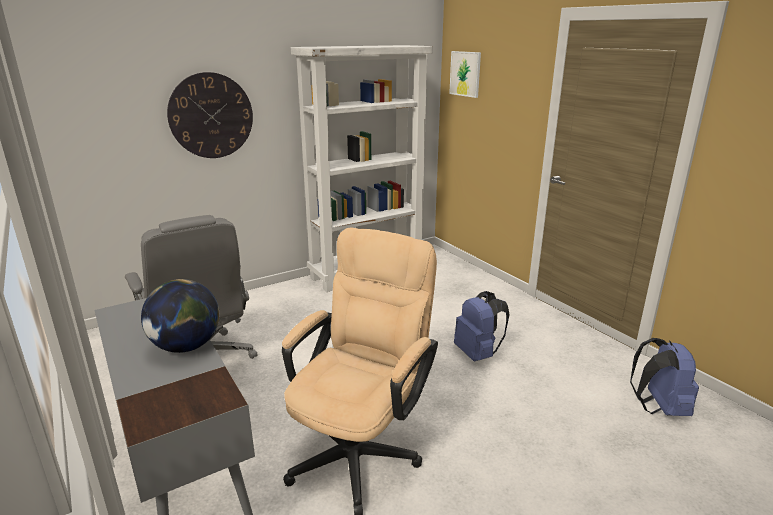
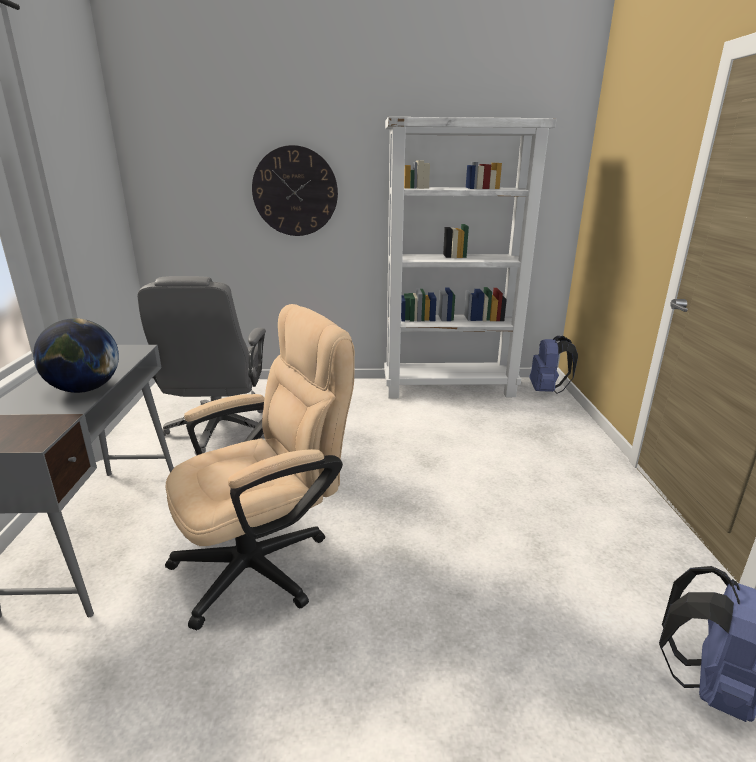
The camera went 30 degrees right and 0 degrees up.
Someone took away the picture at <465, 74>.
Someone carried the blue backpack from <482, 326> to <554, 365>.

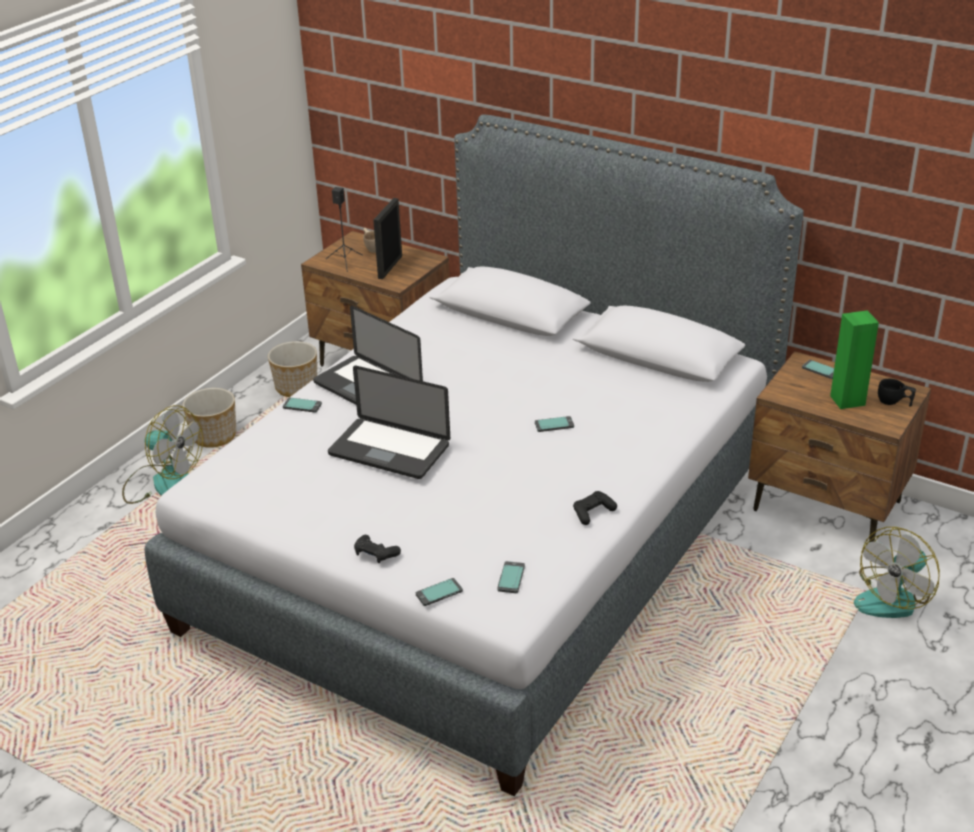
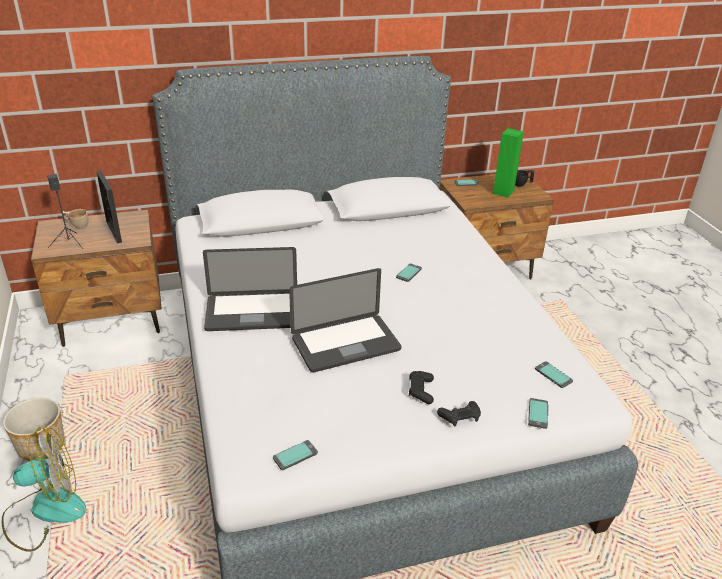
The camera went 50 degrees left and 0 degrees up.
Someone took away the planter at <292, 369>.
Someone carried the phone from <302, 405> to <295, 455>.
Someone carried the black game controller from <595, 508> to <421, 387>.
Someone took away the fan at <897, 572>.

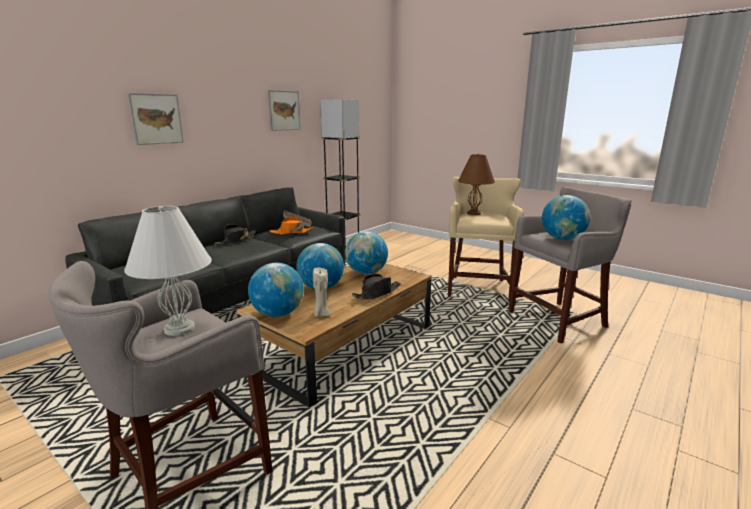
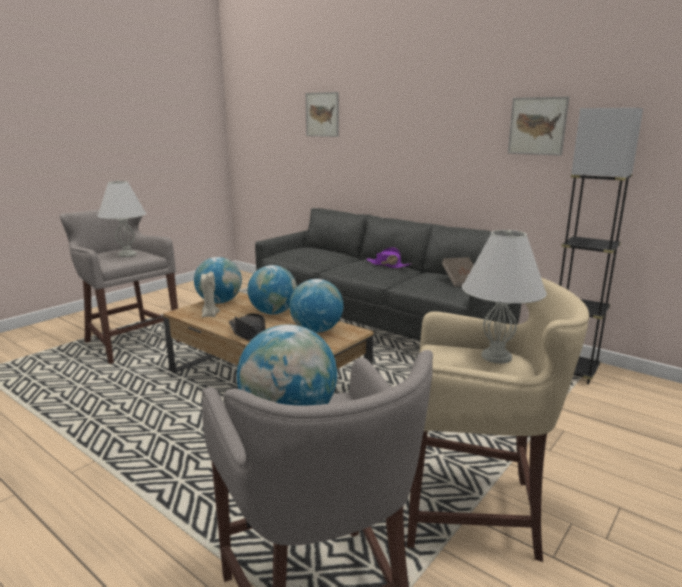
The camera went 90 degrees right and 0 degrees up.
Someone carried the picture from <156, 119> to <322, 114>.
Someone repainted the brown table lamp at <476, 184>, which became the white table lamp at <504, 297>.
Someone took away the orange hat at <291, 225>.
Someone repainted the black hat at <235, 234>, which became the purple hat at <389, 257>.

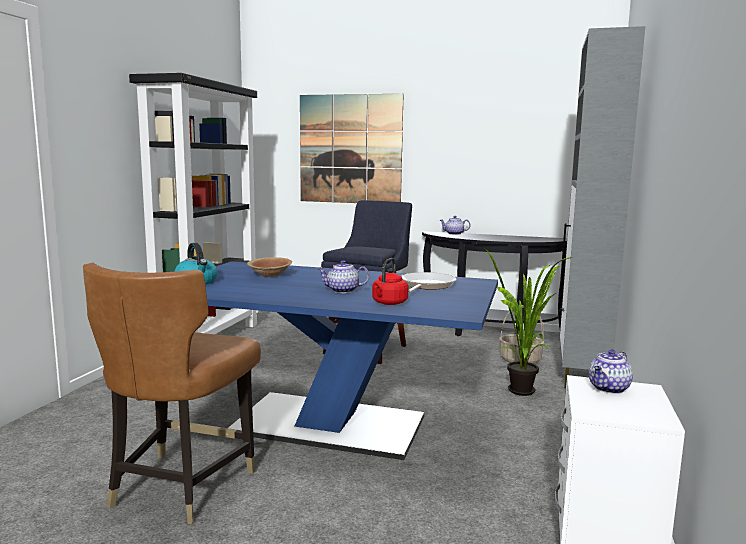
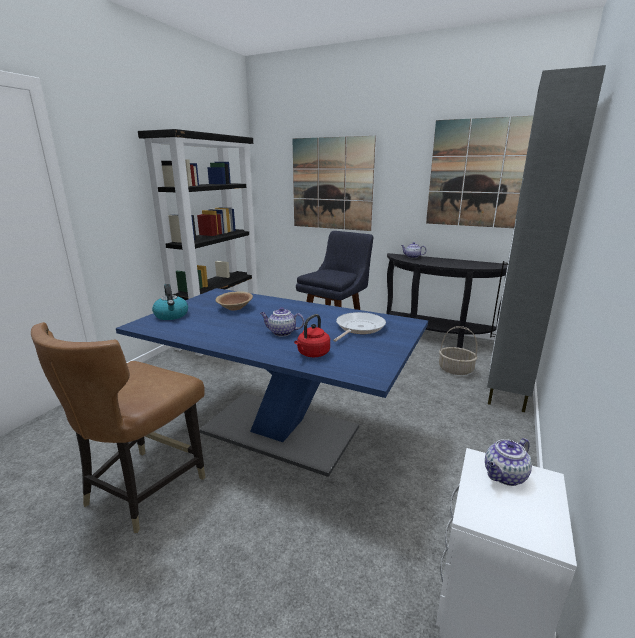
The camera went 10 degrees right and 10 degrees up.
Someone took away the potted plant at <528, 322>.
Someone put up the picture at <479, 172>.

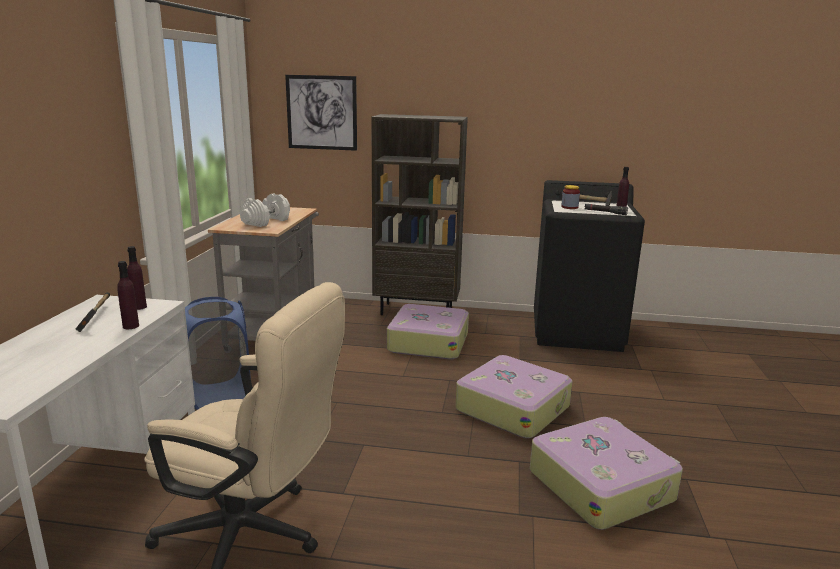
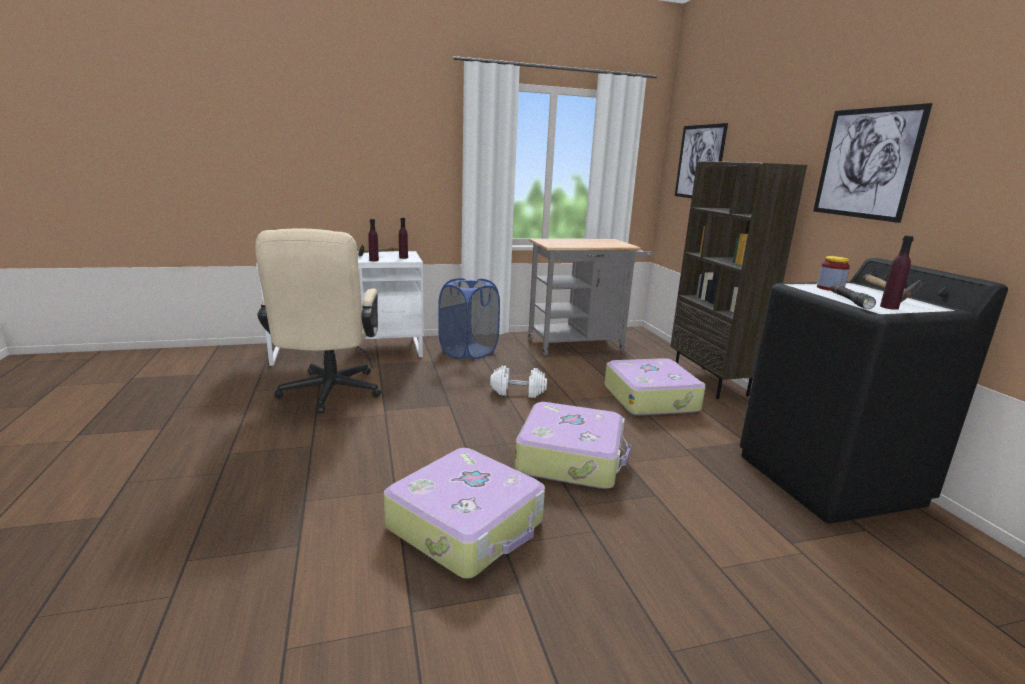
The camera went 65 degrees right and 0 degrees up.
Someone carried the white dumbbell from <265, 210> to <518, 382>.
Someone put up the picture at <873, 163>.

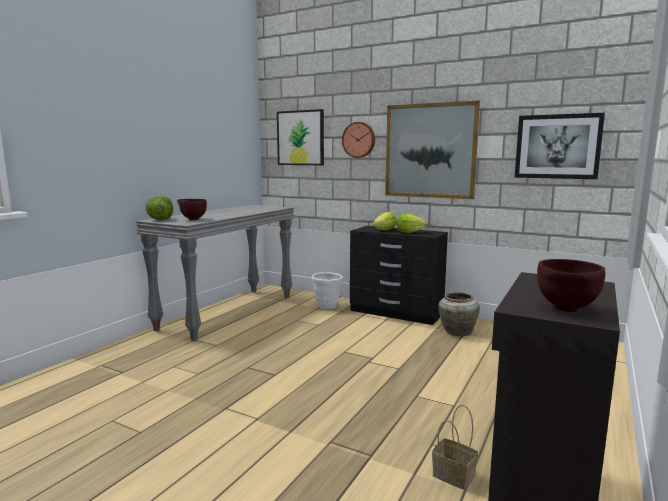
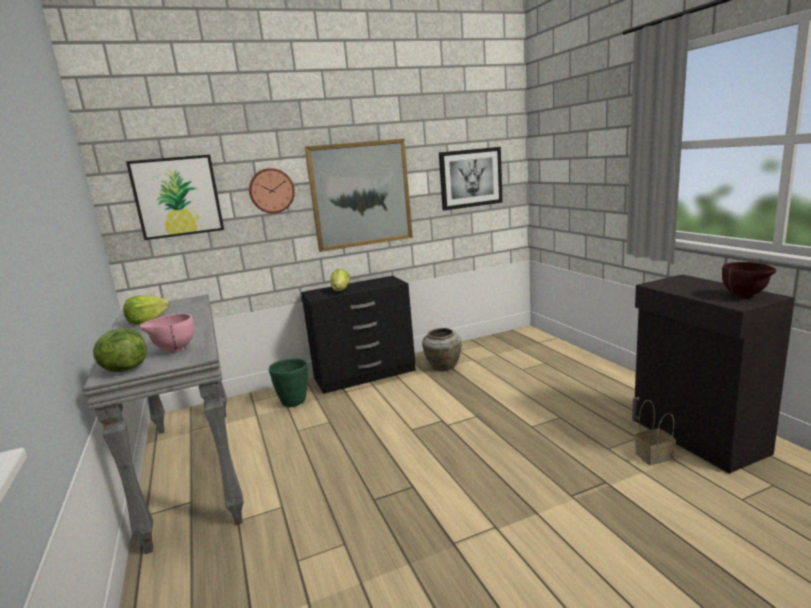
The camera went 50 degrees left and 5 degrees up.
Someone repainted the brown bowl at <192, 209>, which became the pink bowl at <167, 333>.
Someone carried the lettuce from <412, 223> to <146, 310>.
Someone repainted the white planter at <327, 290>, which became the green planter at <288, 382>.

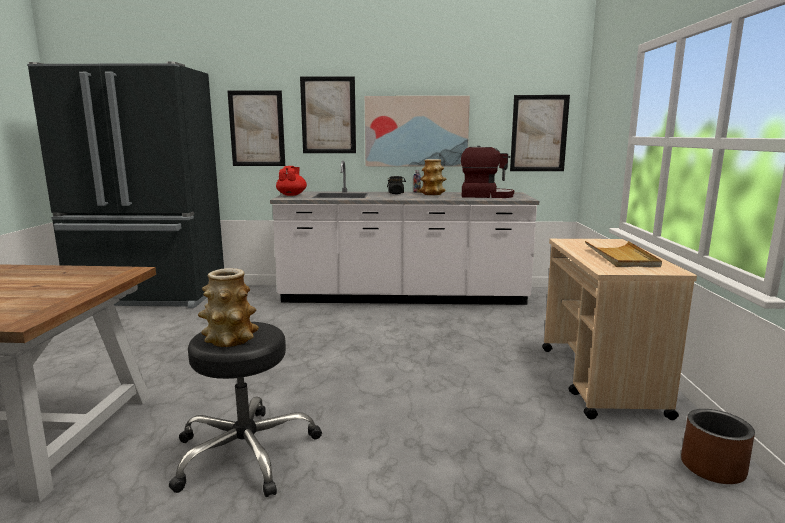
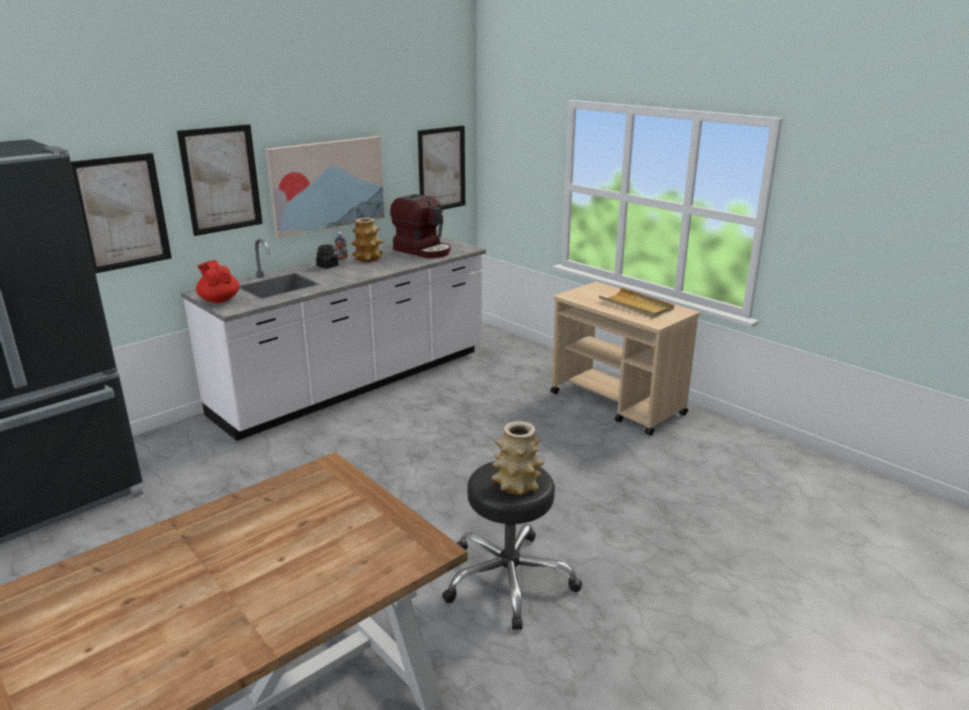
The camera went 45 degrees left and 10 degrees up.
Someone rotated the coffee machine at <487, 172> by 75 degrees clockwise.
Someone took away the brown planter at <718, 446>.

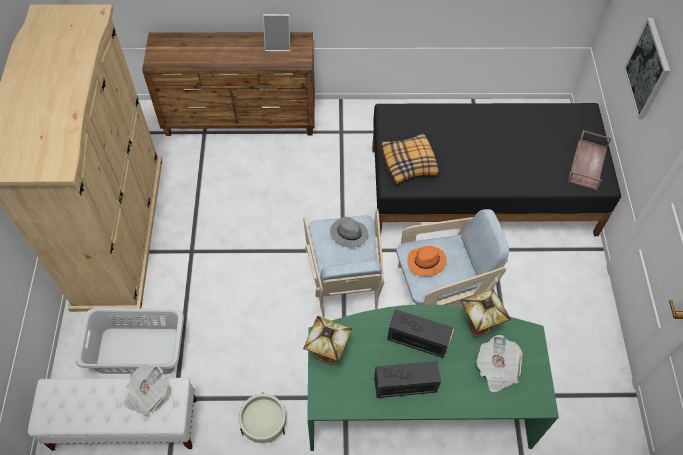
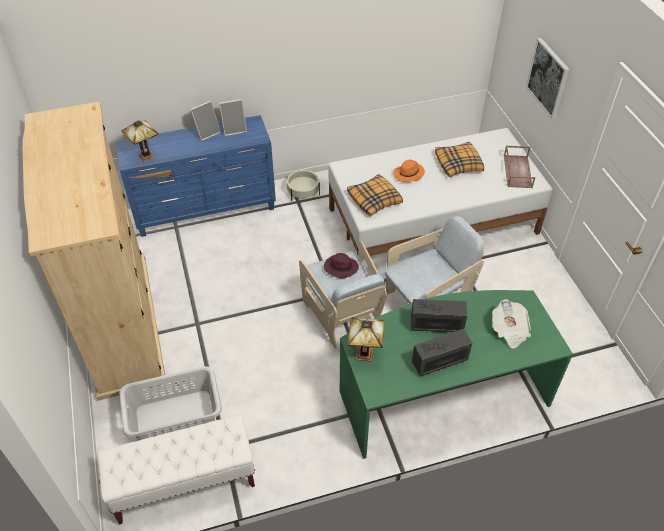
The camera went 15 degrees left and 10 degrees down.
Someone repainted the brown dresser at <228, 84>, which became the blue dresser at <195, 176>.
Someone repainted the black bed at <496, 170>, which became the white bed at <441, 192>.
Someone repainted the grey hat at <349, 232>, which became the purple hat at <341, 265>.
Someone carried the orange hat from <427, 261> to <409, 171>.
Someone carried the table lamp from <485, 313> to <140, 141>.
Someone took away the newspaper at <145, 390>.
Someone carried the beige planter from <262, 417> to <303, 185>.
Someone put down the picture frame at <205, 121>.
Someone put down the pillow at <459, 159>.

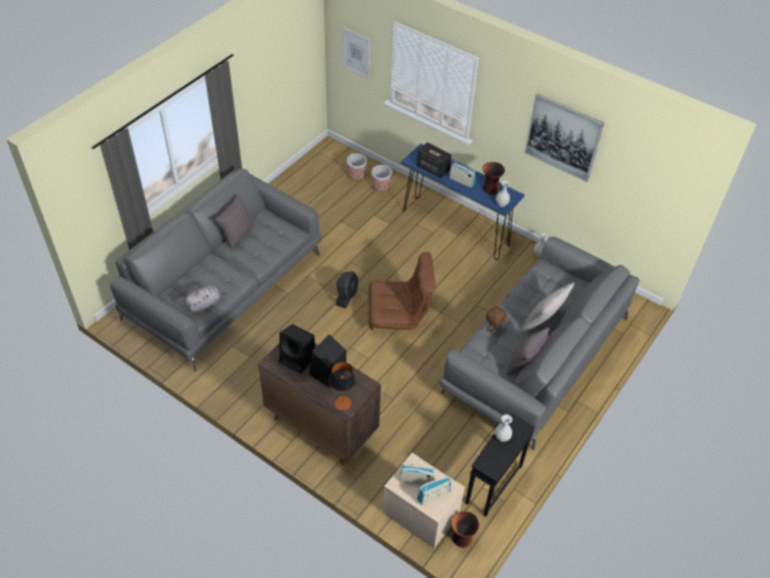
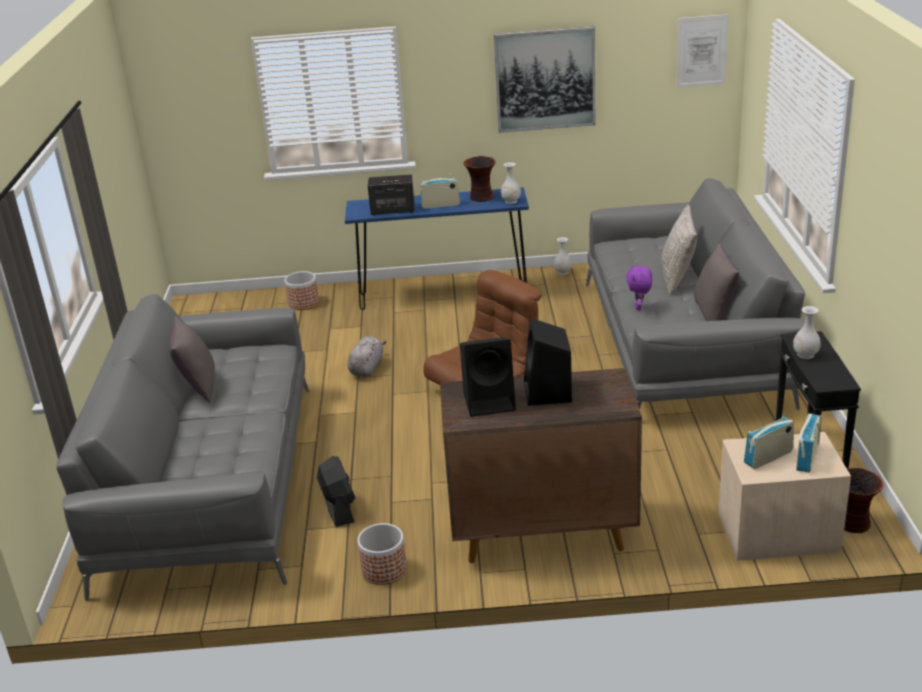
The camera went 35 degrees left and 20 degrees down.
Someone carried the picture from <356, 53> to <702, 51>.
Someone carried the planter from <357, 166> to <382, 554>.
Someone carried the black fan from <347, 290> to <336, 491>.
Someone carried the grey plush toy from <206, 299> to <367, 356>.
Someone repainted the brown plush toy at <496, 318>, which became the purple plush toy at <639, 287>.
Someone took away the table lamp at <342, 386>.

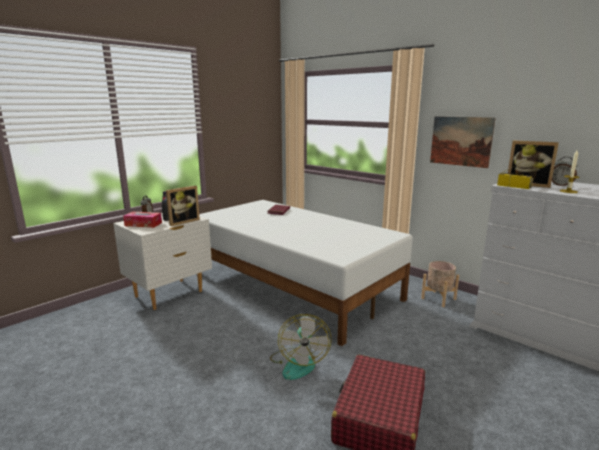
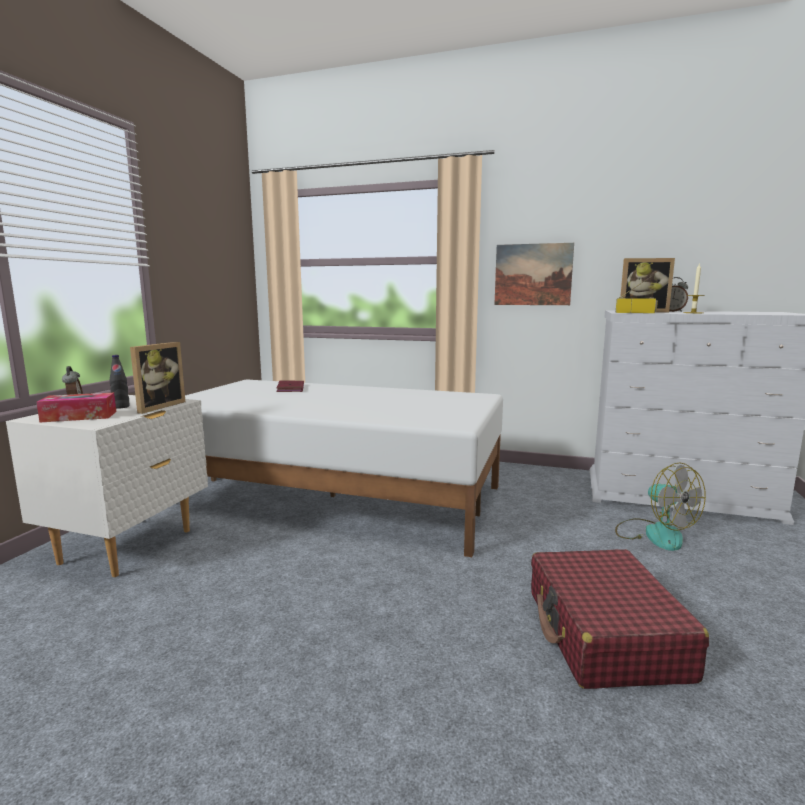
The camera went 25 degrees left and 5 degrees down.
Someone took away the beige planter at <440, 284>.
Someone carried the fan from <300, 347> to <660, 507>.

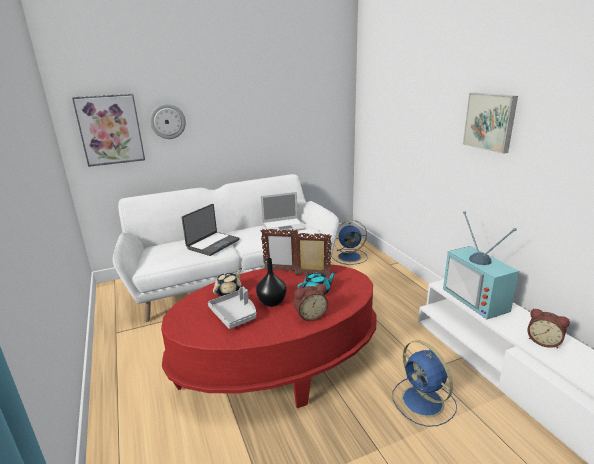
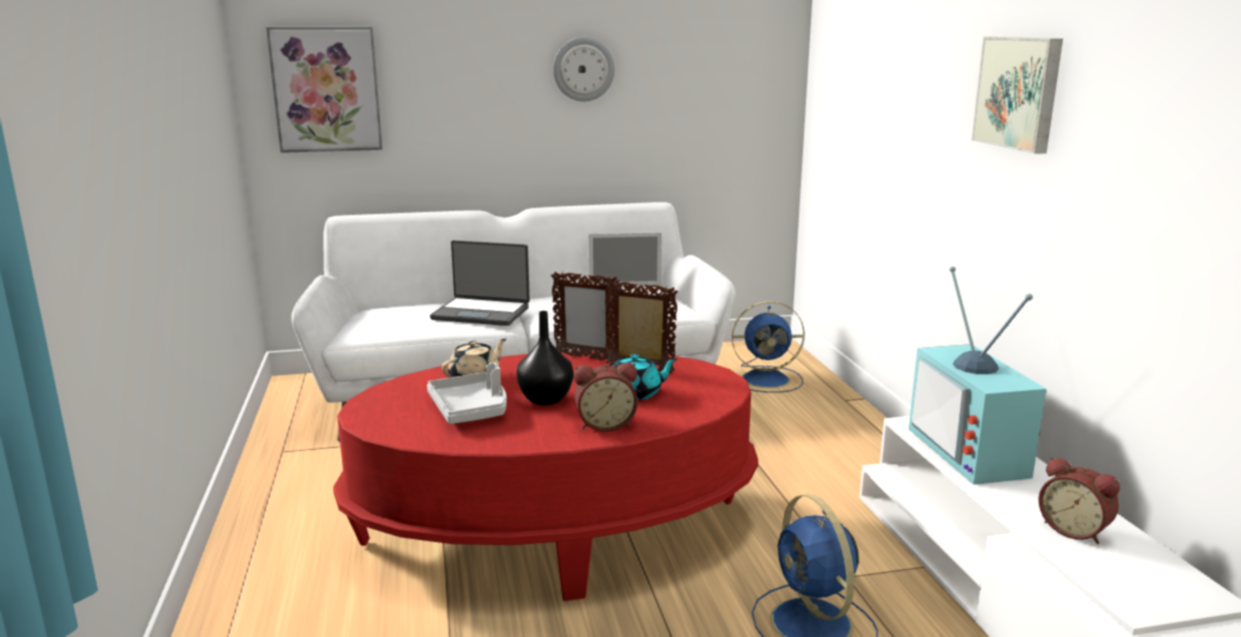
The camera went 10 degrees right and 5 degrees down.
Someone carried the wall clock from <168, 121> to <584, 69>.
Someone rotated the laptop at <210, 230> by 60 degrees clockwise.

